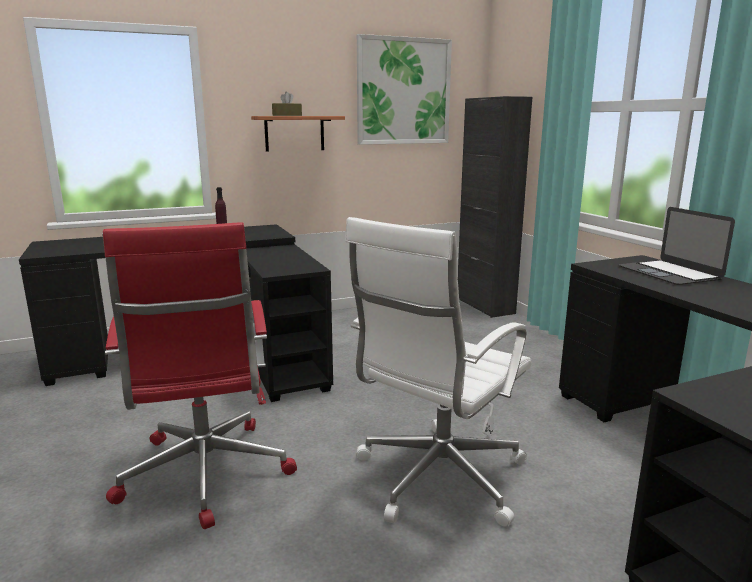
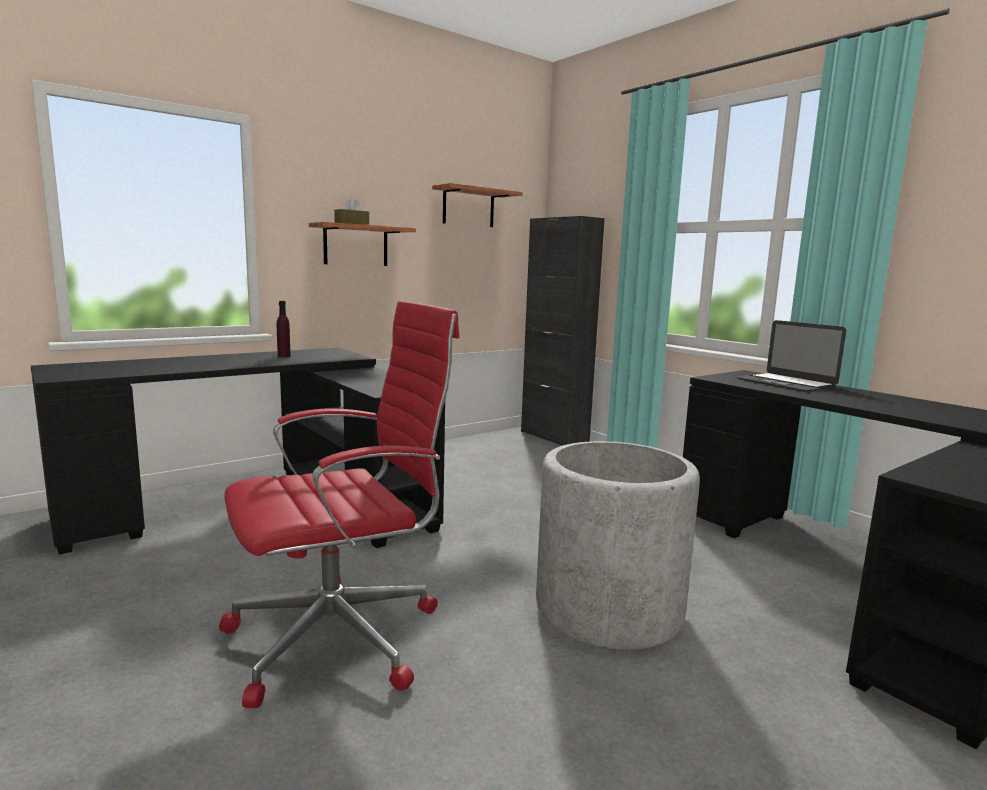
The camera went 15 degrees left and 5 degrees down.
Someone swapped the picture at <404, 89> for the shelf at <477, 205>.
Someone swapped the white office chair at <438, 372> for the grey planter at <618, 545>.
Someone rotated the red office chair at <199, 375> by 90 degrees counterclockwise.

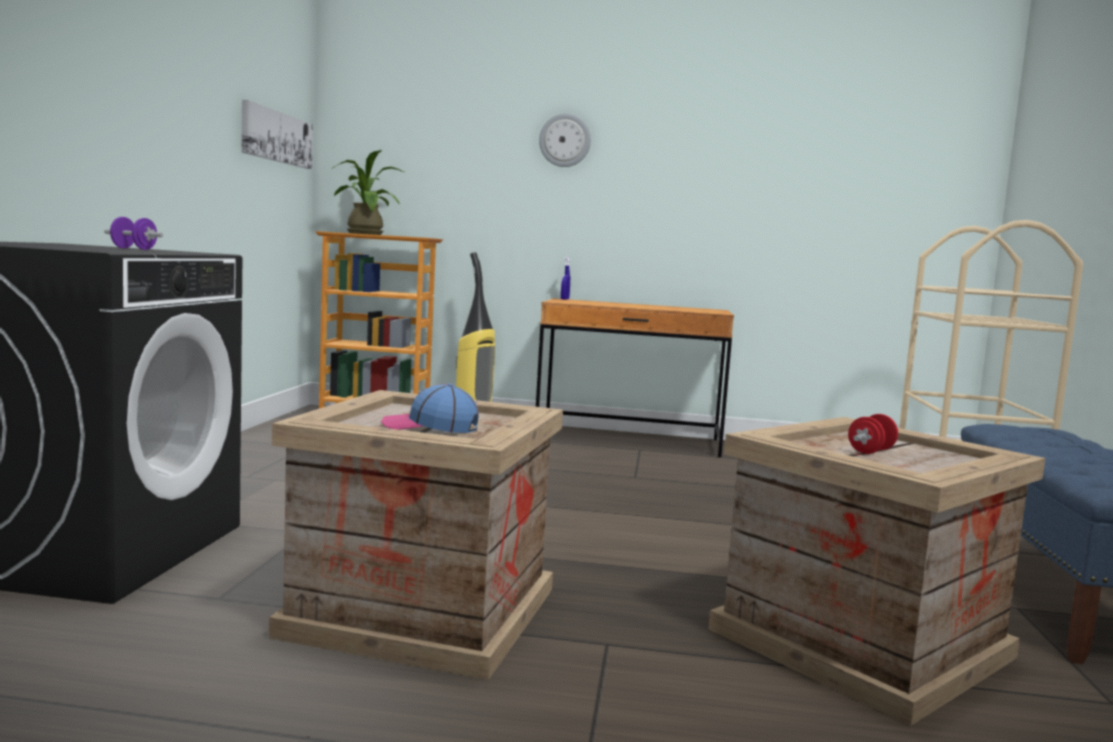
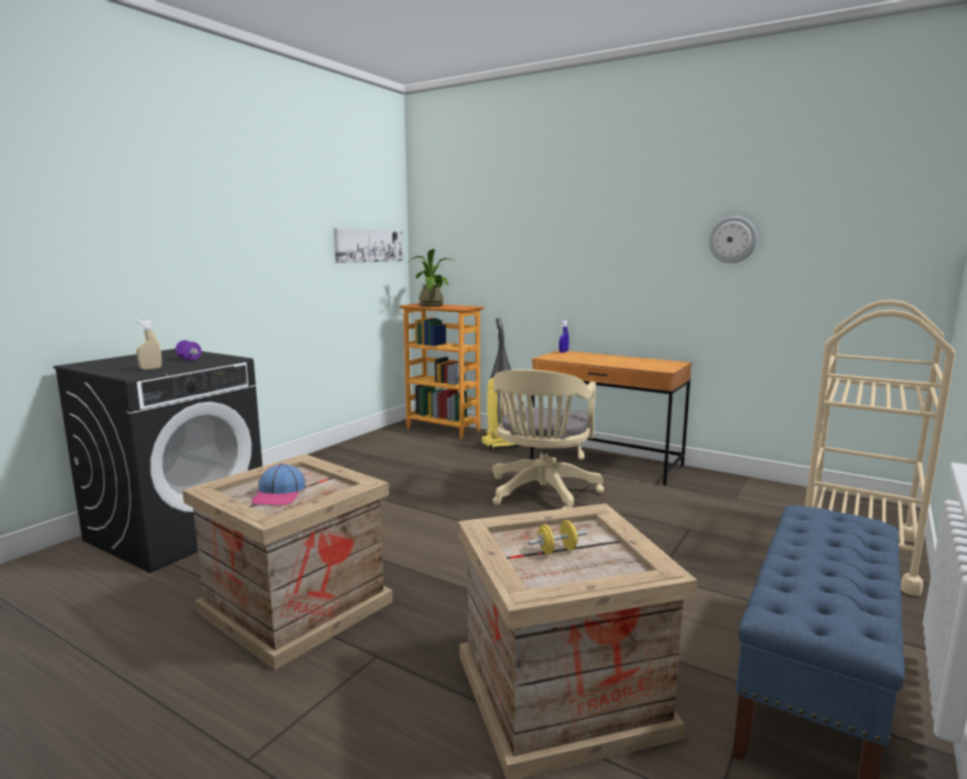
The camera went 25 degrees right and 5 degrees up.
Someone carried the wall clock from <565, 140> to <733, 239>.
Someone rotated the cap at <430, 408> by 120 degrees counterclockwise.
Someone repainted the red dumbbell at <873, 434>, which became the yellow dumbbell at <557, 537>.
Someone put down the beige spray bottle at <148, 344>.
Someone put down the beige office chair at <548, 439>.

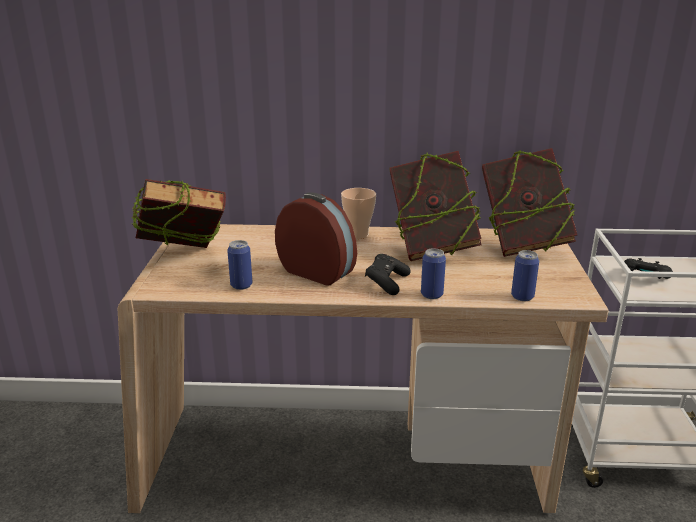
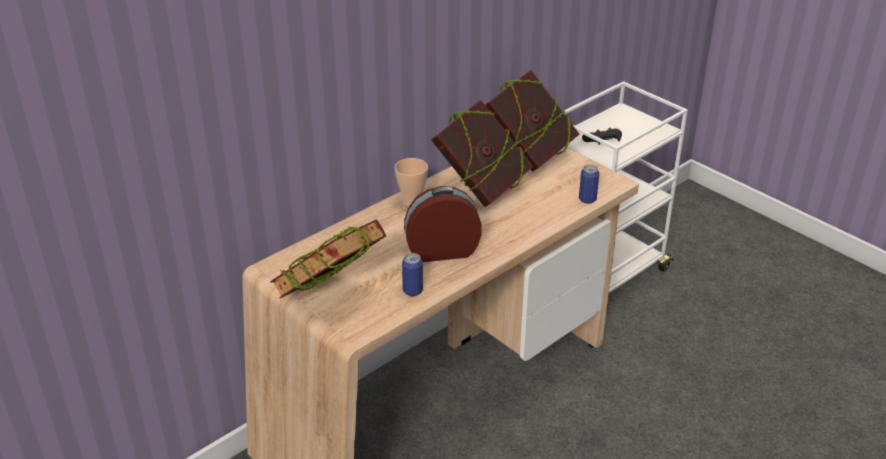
The camera went 45 degrees left and 10 degrees up.
Someone took away the can at <433, 273>.
Someone took away the black game controller at <388, 274>.

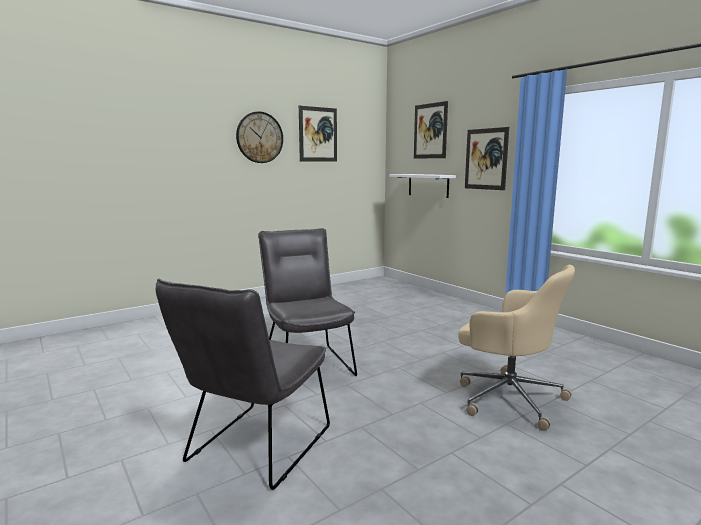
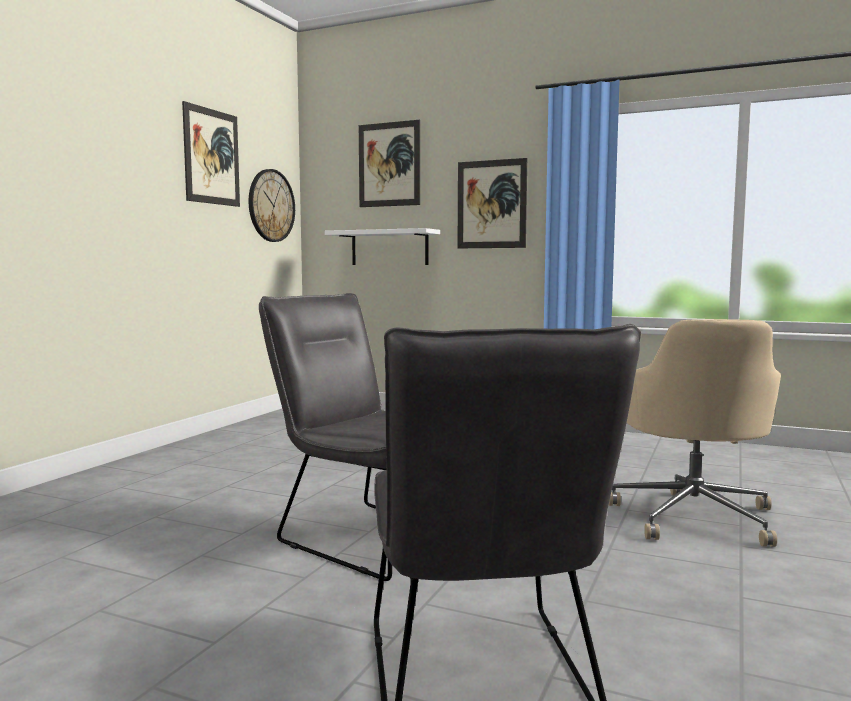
The camera went 30 degrees left and 5 degrees down.
Someone carried the wall clock from <259, 137> to <272, 205>.
Someone rotated the beige office chair at <516, 348> by 90 degrees clockwise.

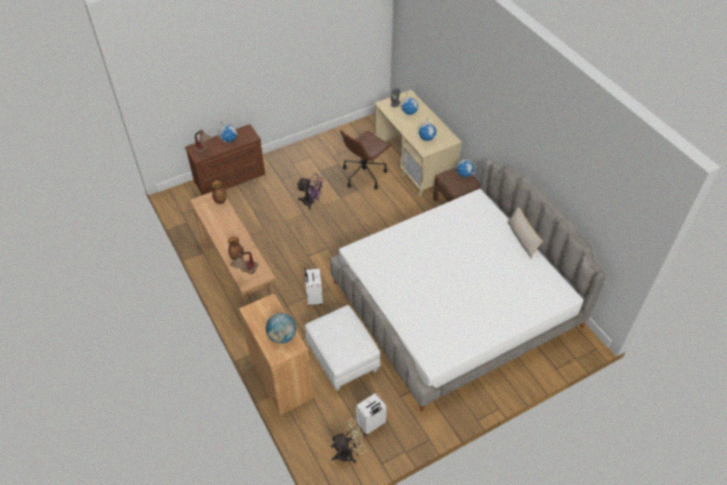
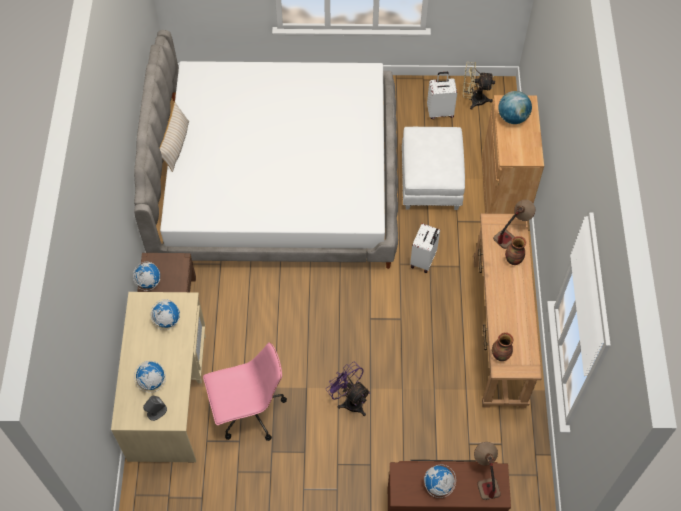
The camera went 150 degrees left and 10 degrees up.
Someone repainted the brown office chair at <366, 159>, which became the pink office chair at <245, 391>.

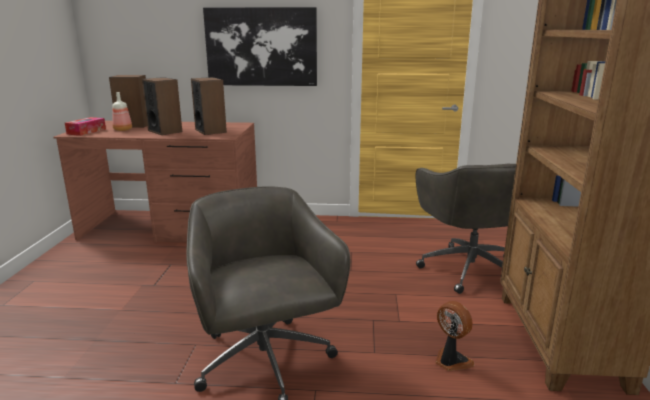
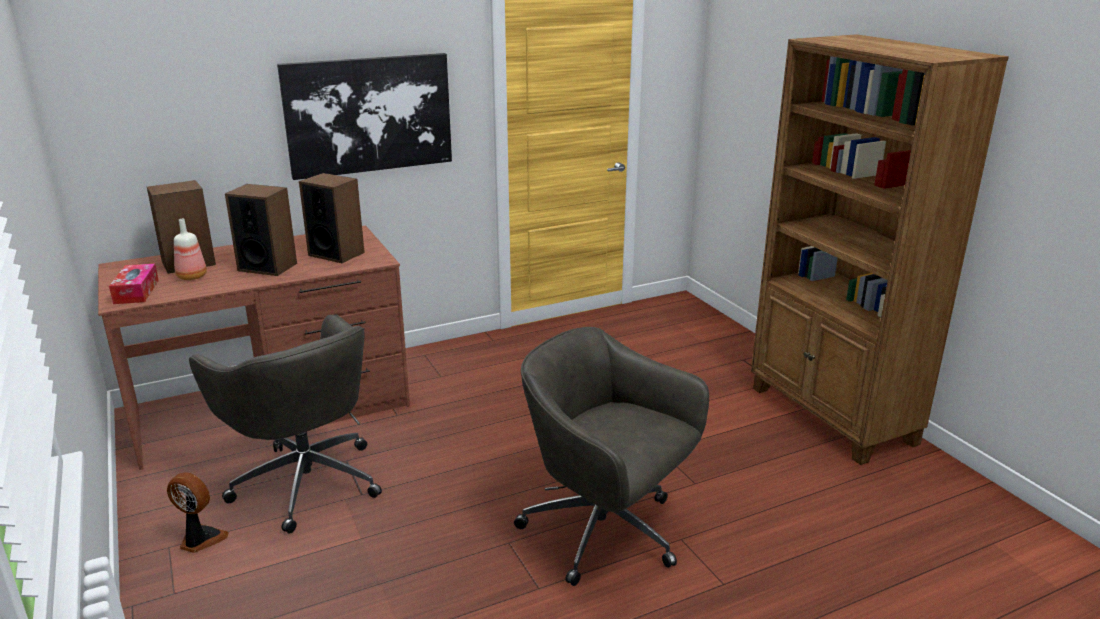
The camera went 30 degrees left and 5 degrees up.
Someone carried the grey office chair from <465, 228> to <285, 424>.
Someone carried the fan from <454, 336> to <198, 512>.

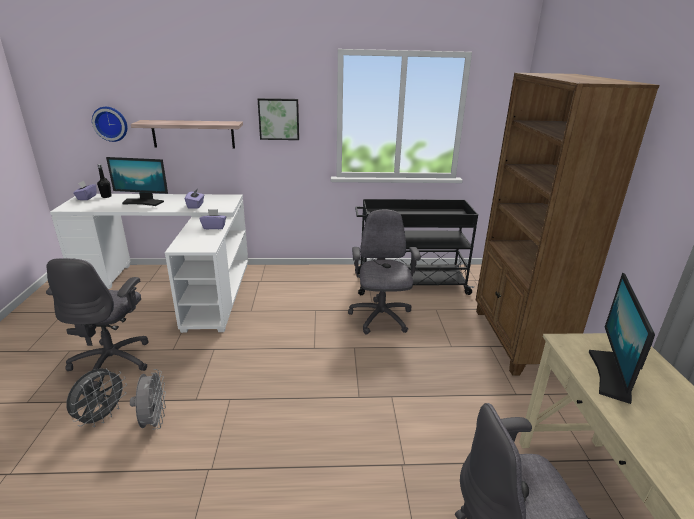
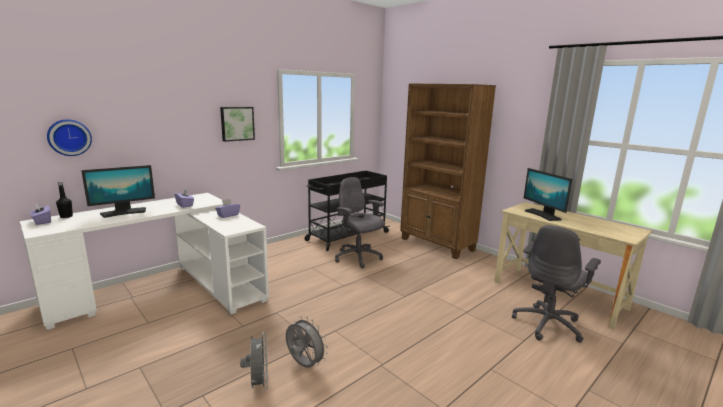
The camera went 40 degrees left and 10 degrees down.
Someone took away the shelf at <187, 134>.
Someone took away the grey office chair at <97, 323>.

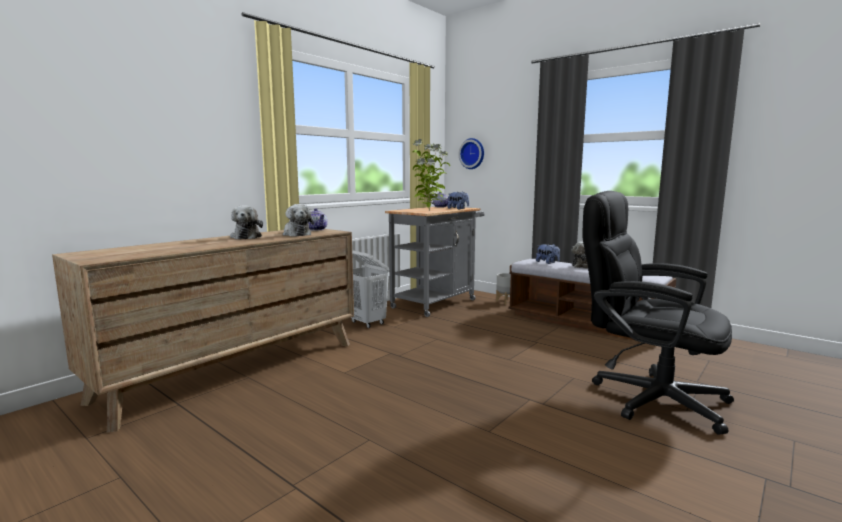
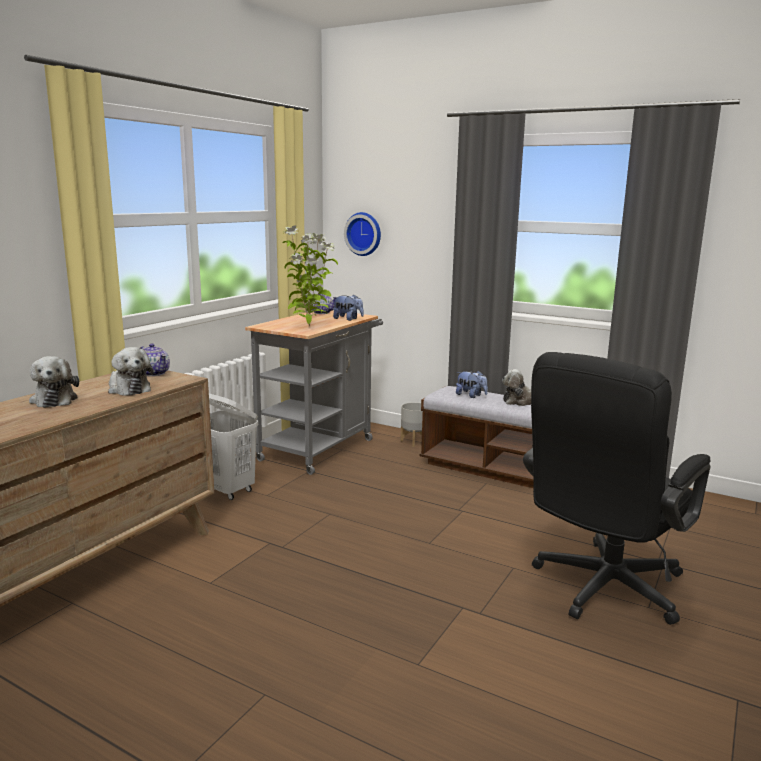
The camera went 10 degrees left and 5 degrees up.
Someone rotated the black office chair at <658, 313> by 75 degrees counterclockwise.

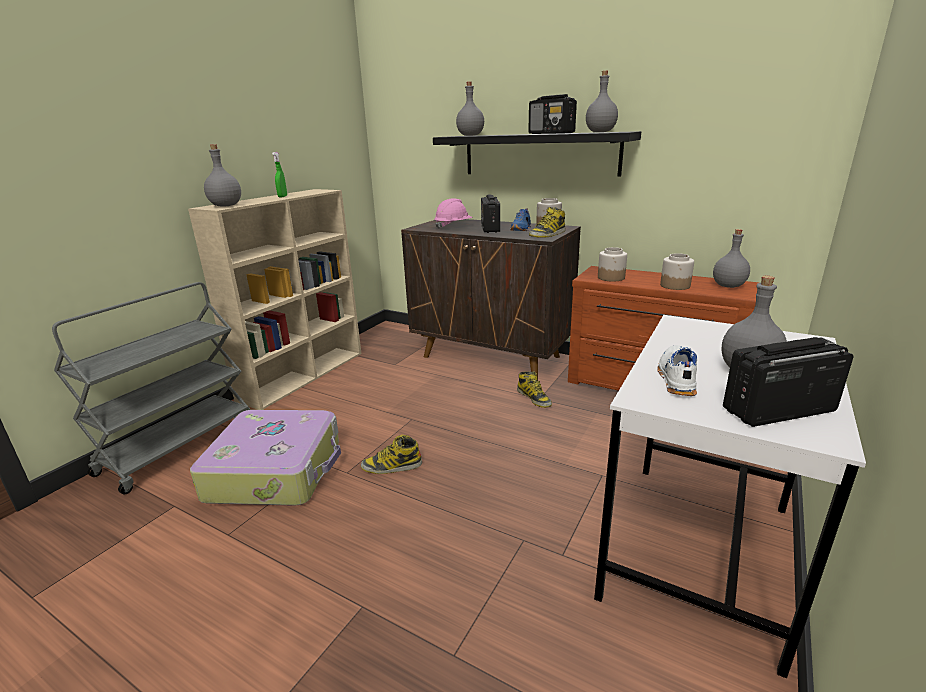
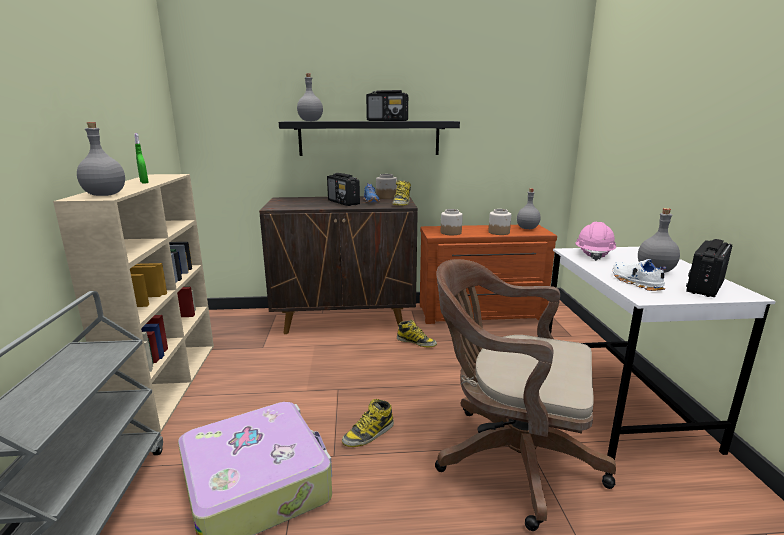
The camera went 35 degrees left and 5 degrees down.
Someone took away the grey bottle at <602, 101>.
Someone carried the pink hard hat from <453, 213> to <595, 241>.
Someone put down the brown office chair at <525, 395>.

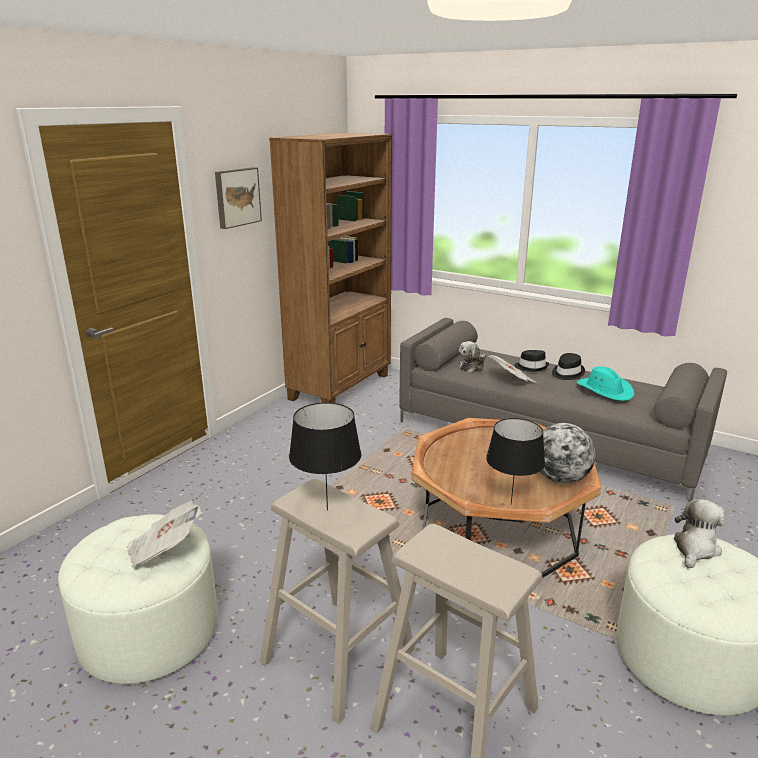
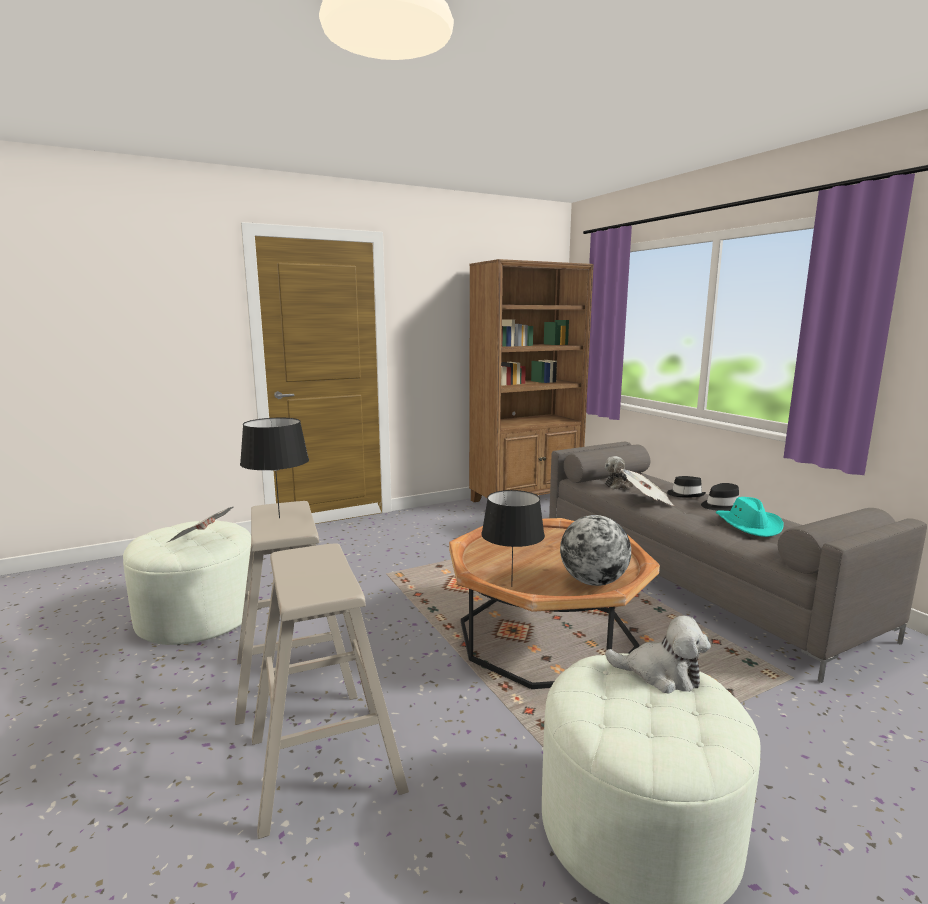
The camera went 30 degrees right and 10 degrees down.
Someone took away the picture at <238, 198>.
Someone rotated the plush toy at <699, 533> by 45 degrees clockwise.

